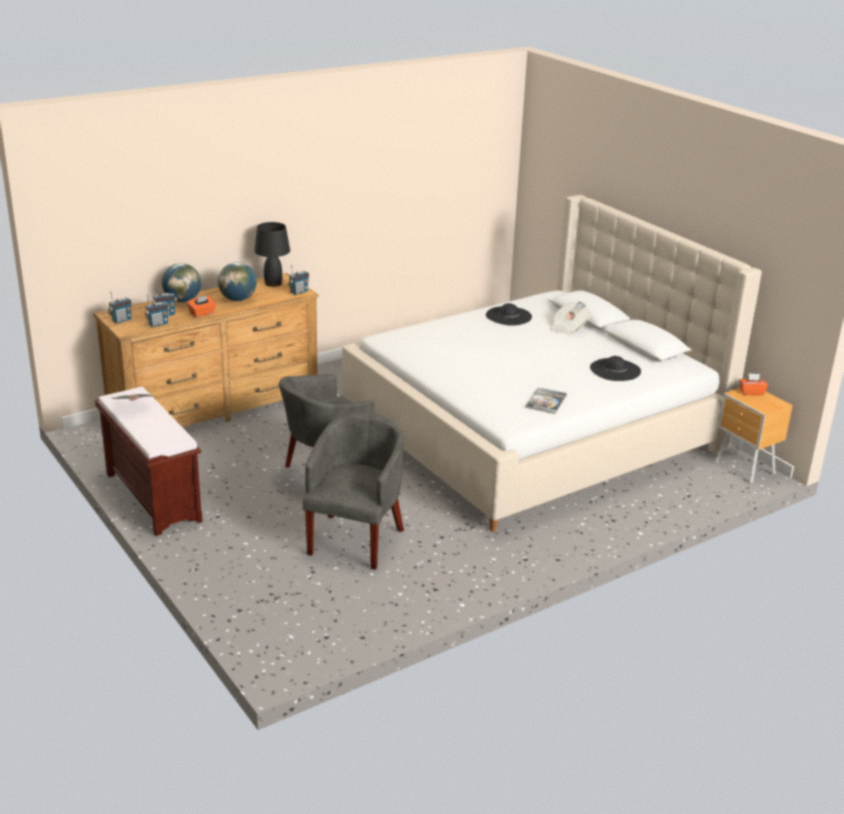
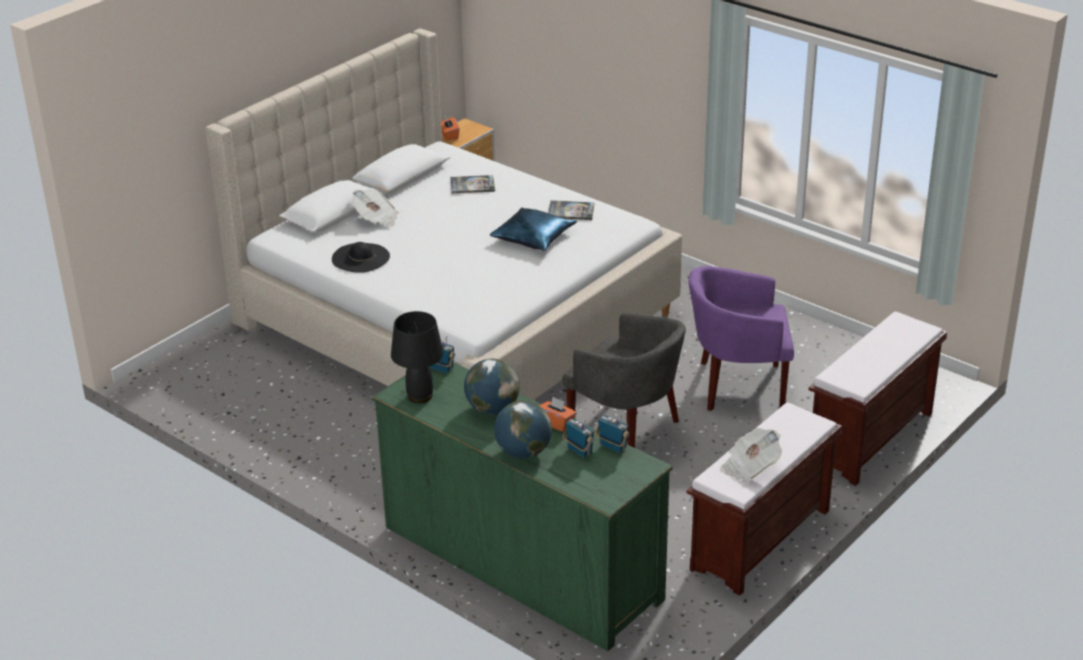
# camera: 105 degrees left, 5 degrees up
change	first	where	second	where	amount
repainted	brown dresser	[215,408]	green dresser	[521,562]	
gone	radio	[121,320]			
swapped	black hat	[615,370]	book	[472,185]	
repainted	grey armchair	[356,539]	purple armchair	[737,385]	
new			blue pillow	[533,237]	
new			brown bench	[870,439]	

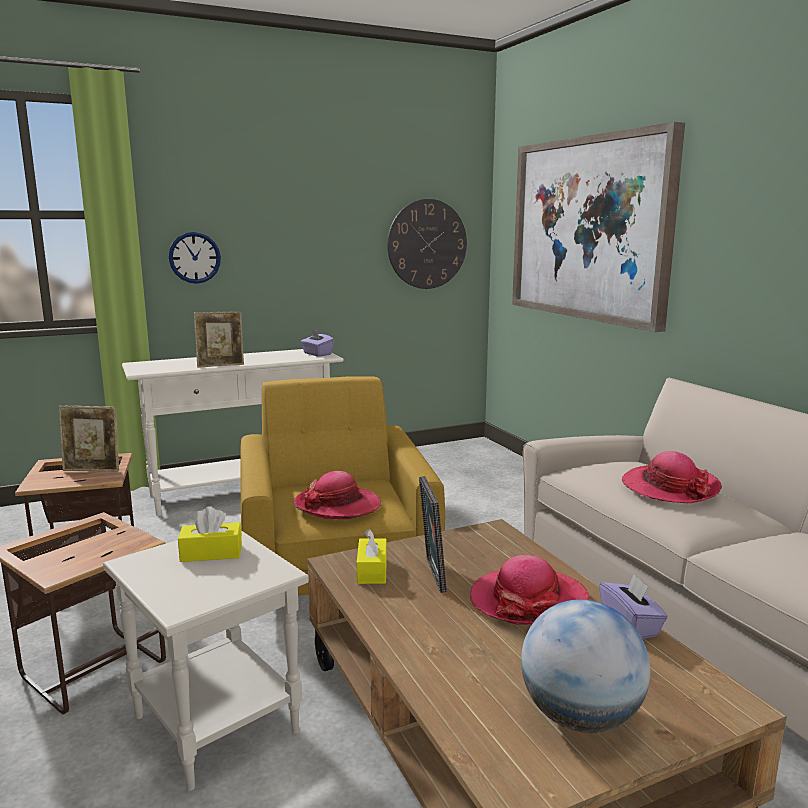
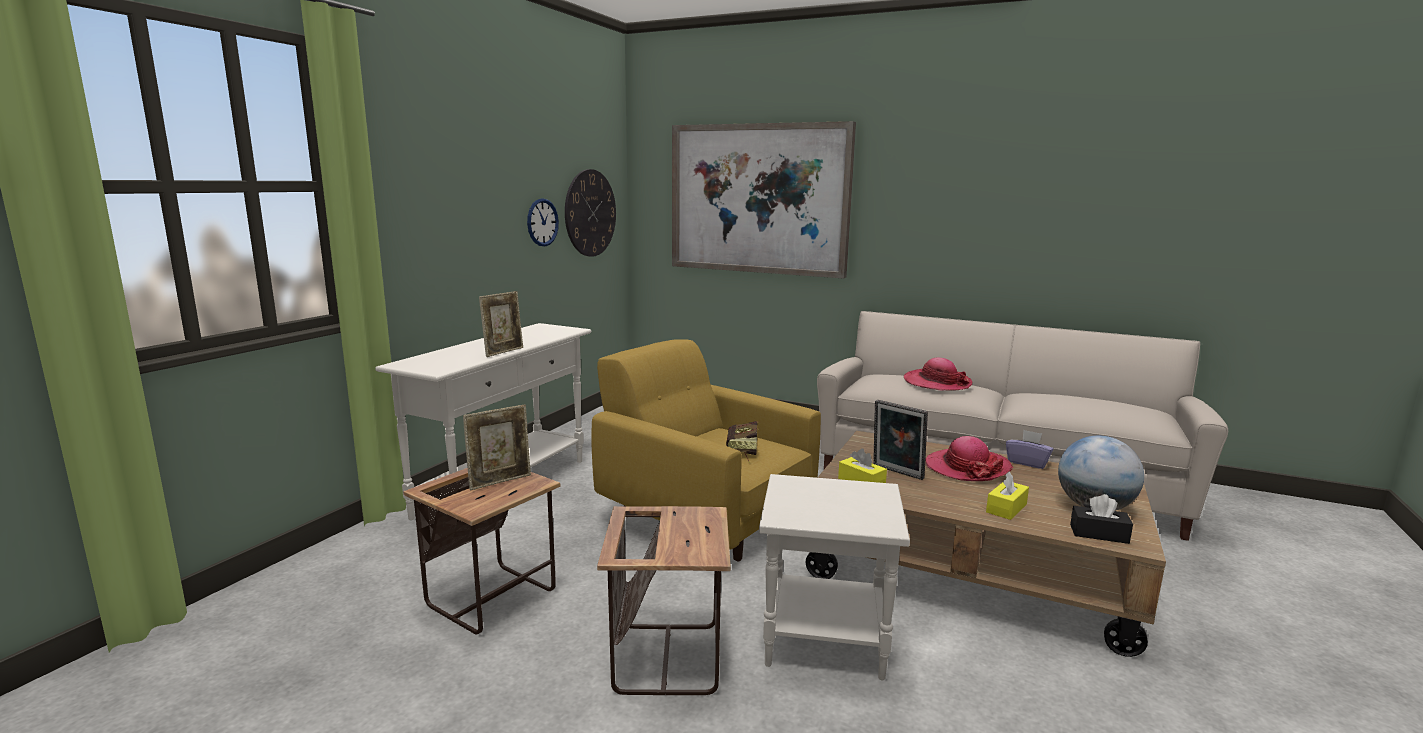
# camera: 40 degrees left, 0 degrees up
change	first	where	second	where	amount
shifted	wall clock	[194,257]		[542,222]	
gone	purple tissue box	[317,354]			
swapped	hat	[337,506]	book	[742,452]	
shifted	yellow tissue box	[211,553]		[1006,508]	
new			black tissue box	[1099,534]	

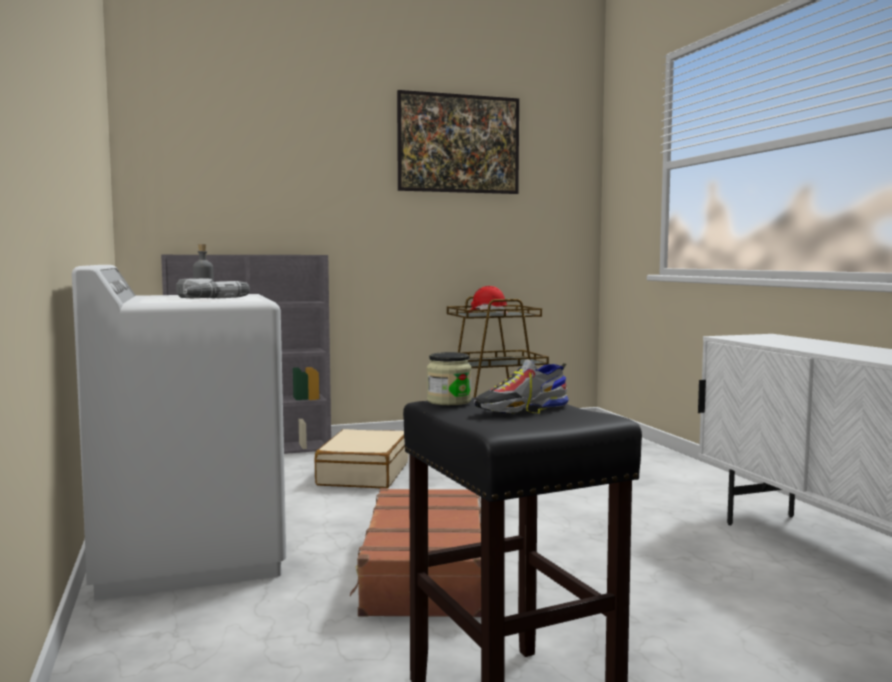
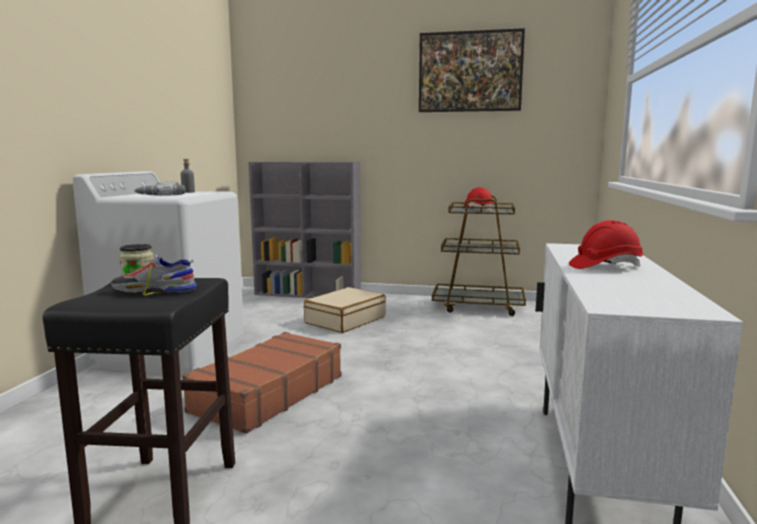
# camera: 30 degrees right, 5 degrees up
change	first	where	second	where	amount
new			red hard hat	[604,266]	

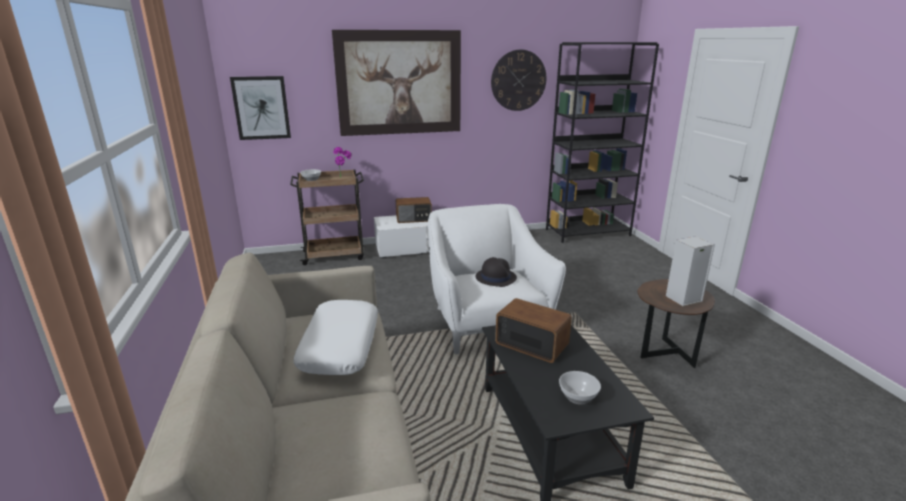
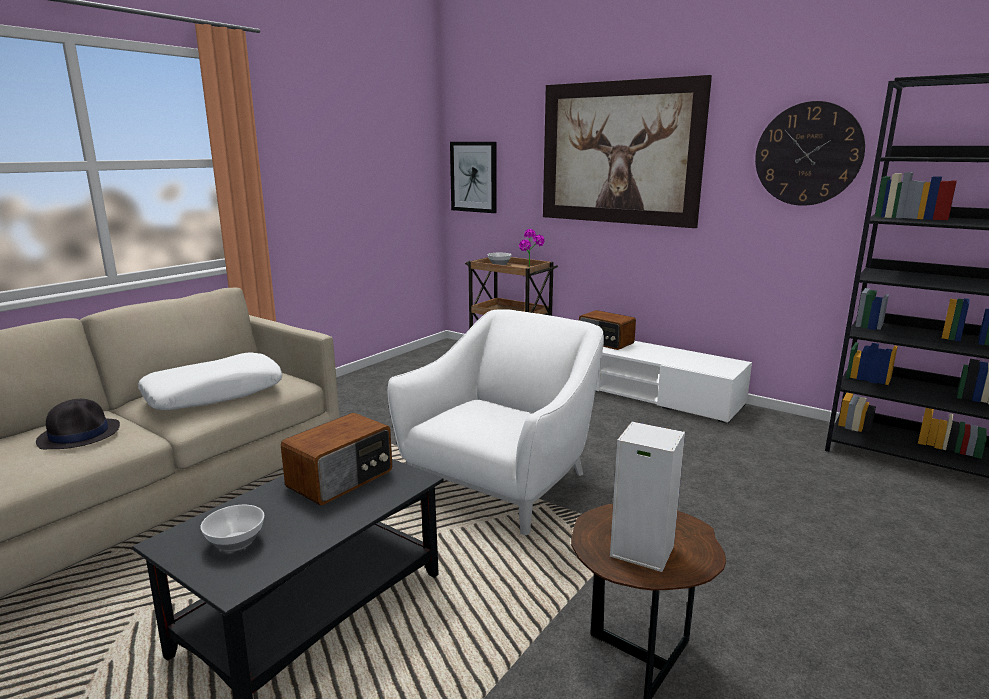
# camera: 50 degrees right, 5 degrees down
change	first	where	second	where	amount
shifted	black hat	[495,277]		[80,434]	
rotated	radio	[532,343]		[342,479]	45 degrees clockwise

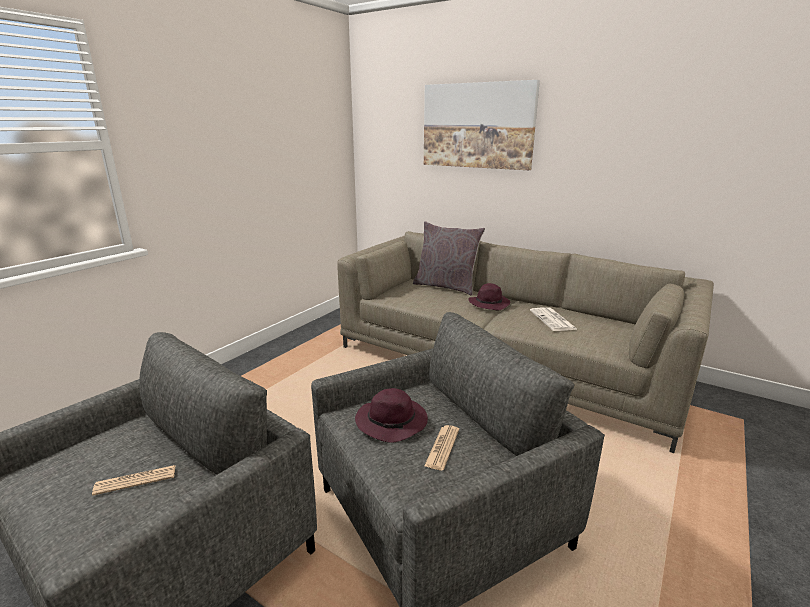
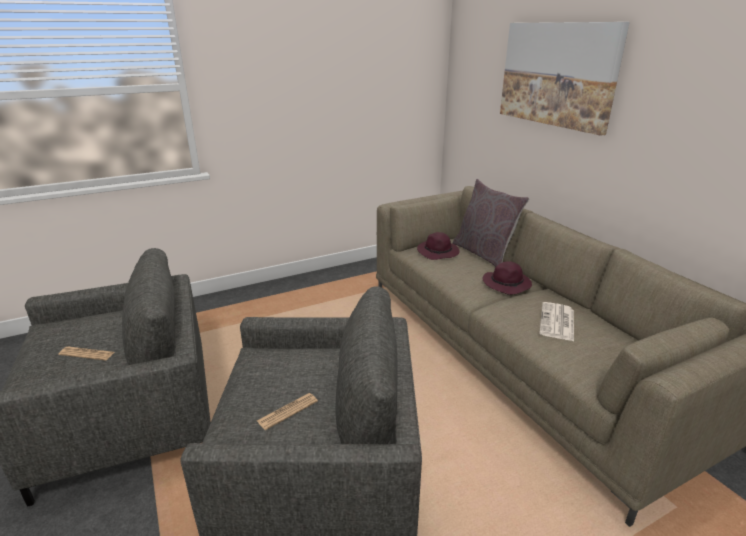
# camera: 30 degrees right, 5 degrees up
change	first	where	second	where	amount
shifted	purple hat	[393,422]		[438,252]	

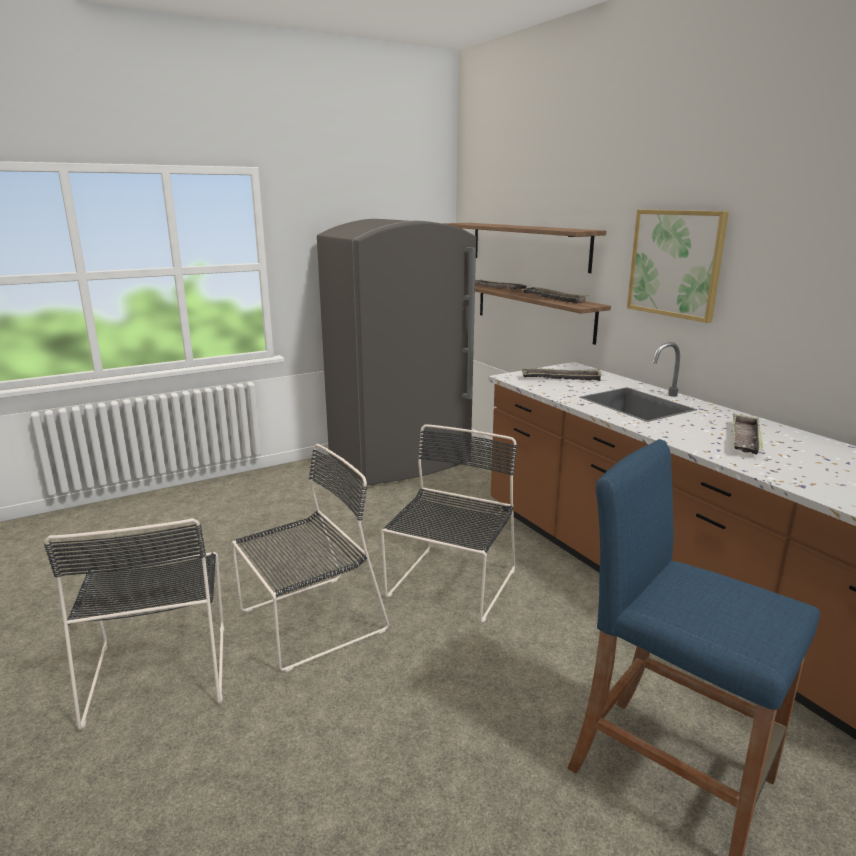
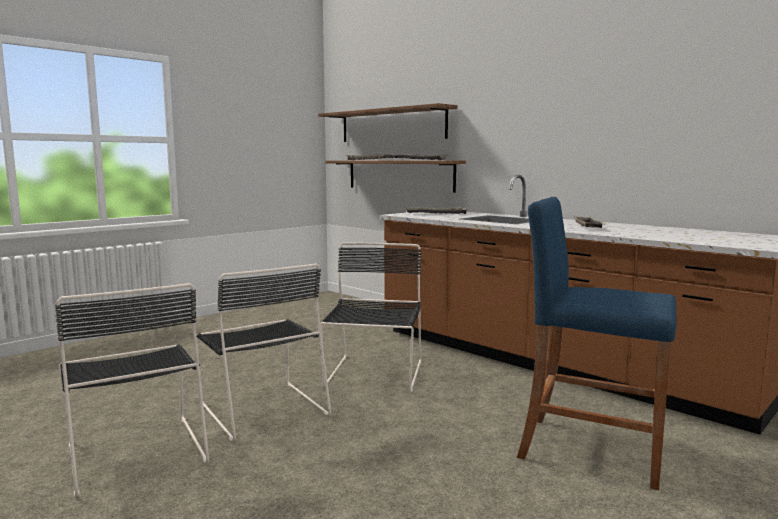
# camera: 15 degrees left, 10 degrees down
change	first	where	second	where	amount
gone	picture	[675,263]			
gone	grey fridge	[400,460]			
rotated	black chair	[308,622]		[262,408]	105 degrees clockwise

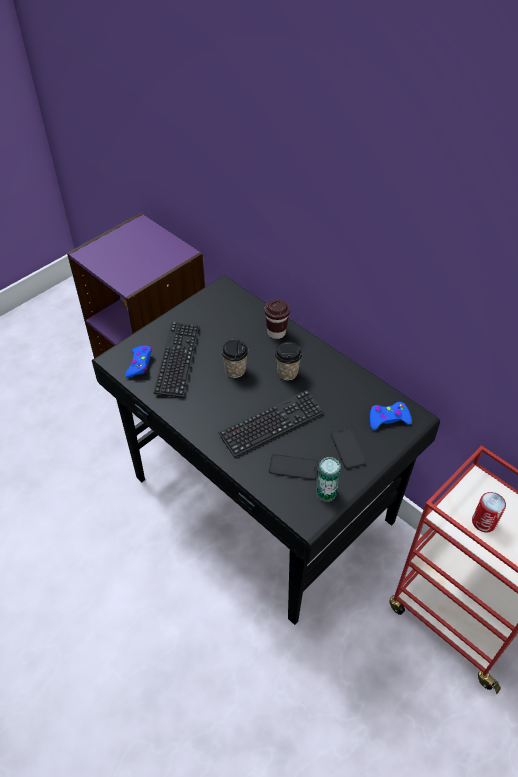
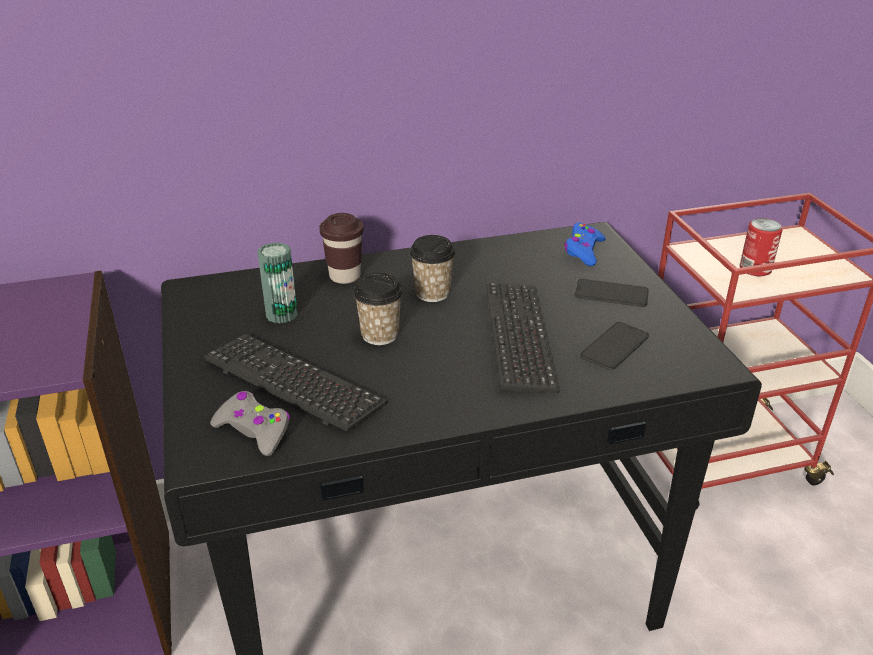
# camera: 60 degrees left, 15 degrees down
change	first	where	second	where	amount
repainted	blue game controller	[139,364]	grey game controller	[254,430]	
shifted	can	[326,493]		[281,314]	

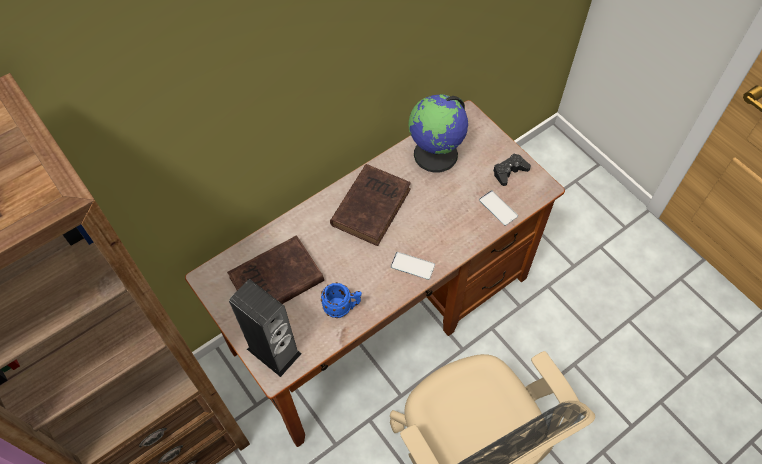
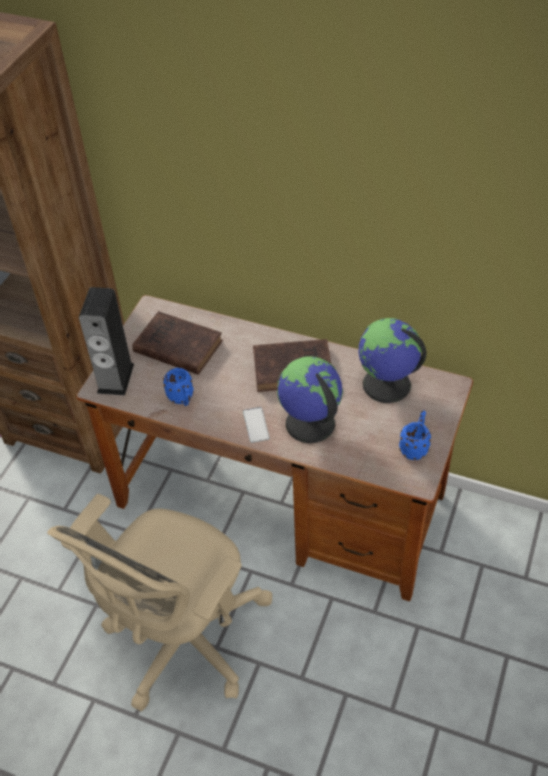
# camera: 60 degrees right, 10 degrees down
change	first	where	second	where	amount
swapped	black game controller	[509,172]	blue mug	[415,447]	
gone	phone	[498,208]			
new			globe	[309,424]	

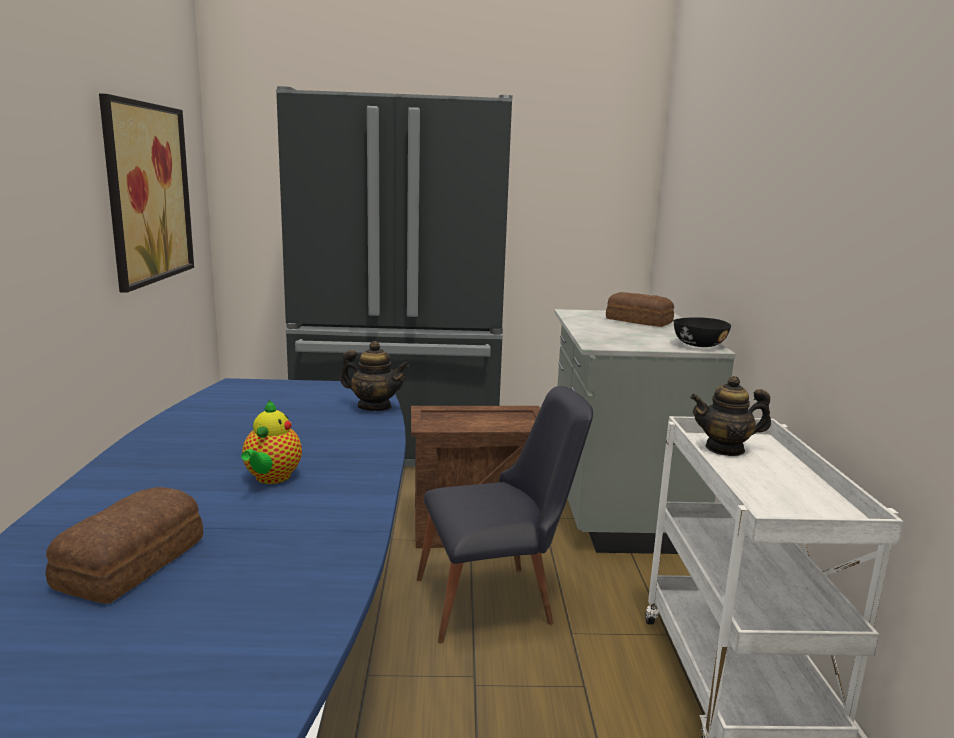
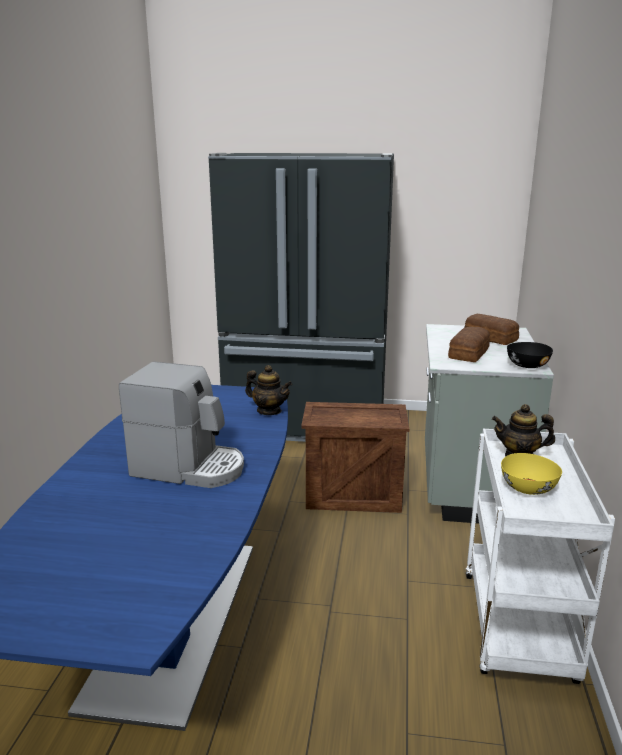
# camera: 10 degrees right, 5 degrees up
change	first	where	second	where	amount
gone	picture	[148,193]			
gone	black chair	[498,601]			
swapped	teapot	[271,478]	coffee machine	[189,468]	
shifted	bread	[135,562]		[470,353]	
new			yellow bowl	[527,488]	

